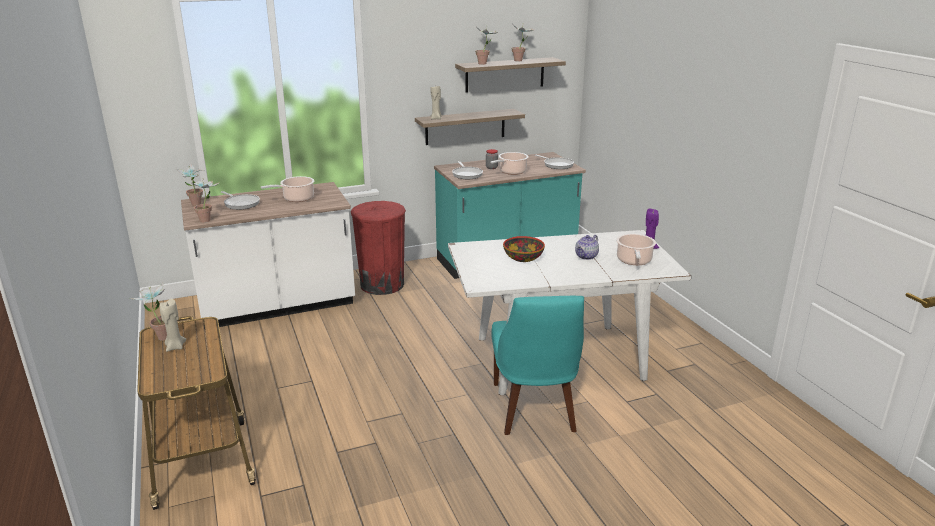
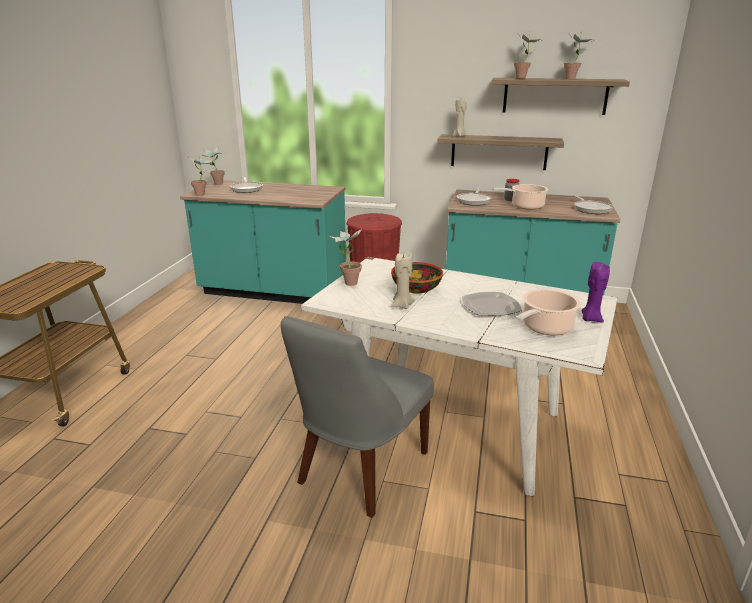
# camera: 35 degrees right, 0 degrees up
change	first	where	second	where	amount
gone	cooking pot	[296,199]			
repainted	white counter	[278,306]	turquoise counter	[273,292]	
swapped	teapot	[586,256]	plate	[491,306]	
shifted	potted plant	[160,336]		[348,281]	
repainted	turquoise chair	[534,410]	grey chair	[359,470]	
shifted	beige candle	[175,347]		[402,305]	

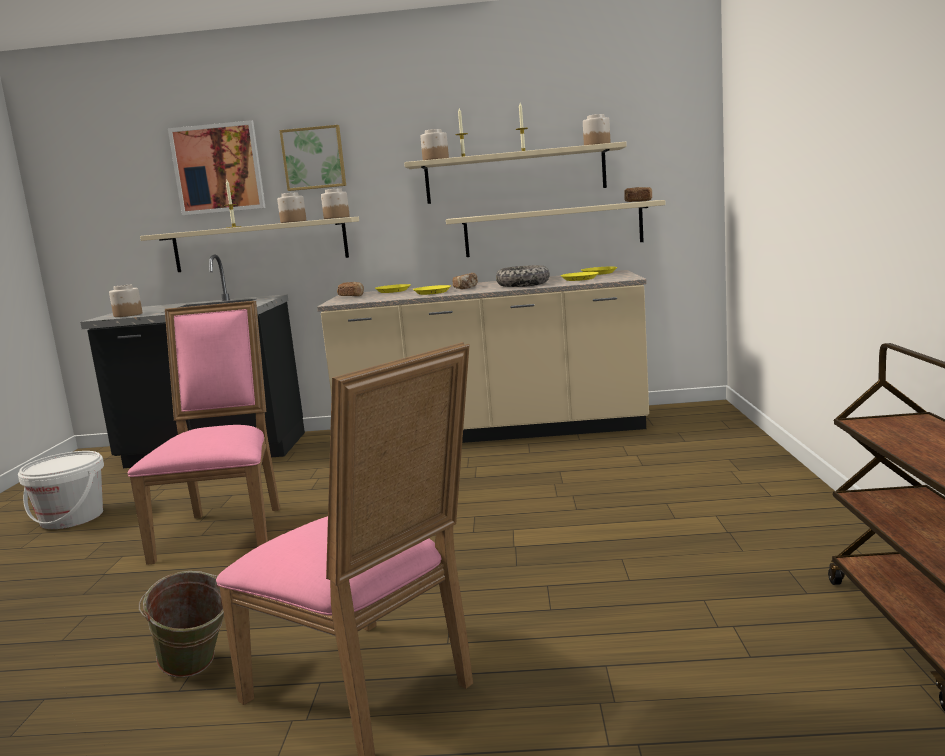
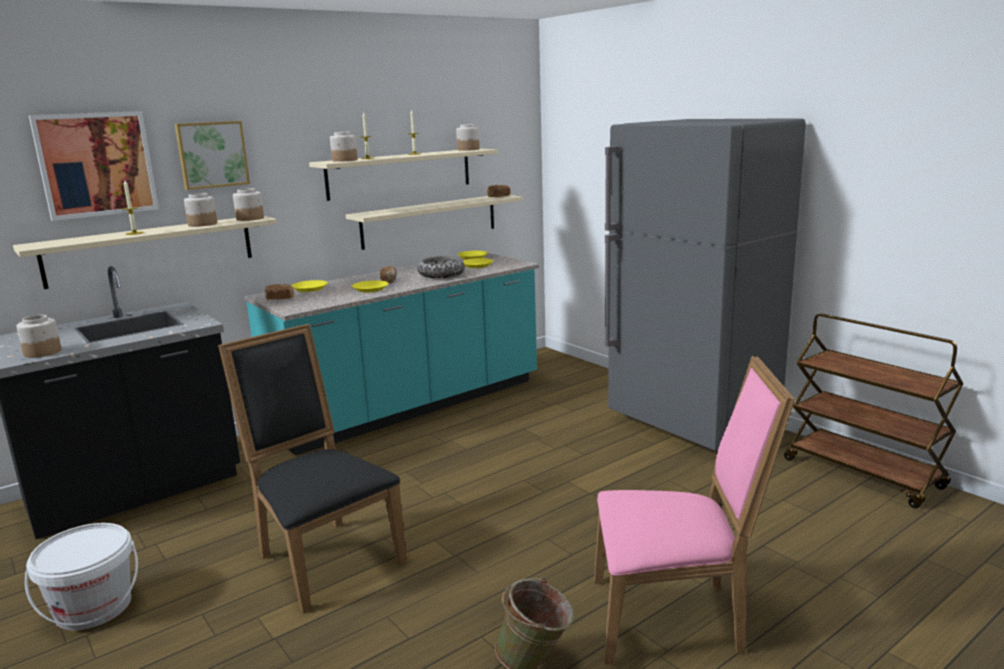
# camera: 40 degrees left, 5 degrees up
change	first	where	second	where	amount
repainted	beige counter	[493,431]	turquoise counter	[410,406]	
repainted	pink chair	[226,530]	black chair	[323,557]	
new			grey fridge	[692,424]	

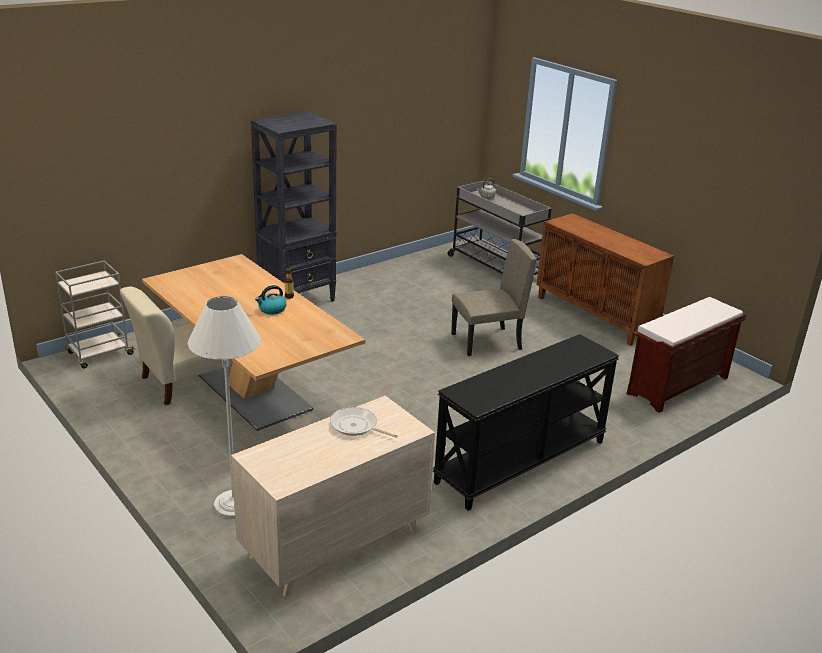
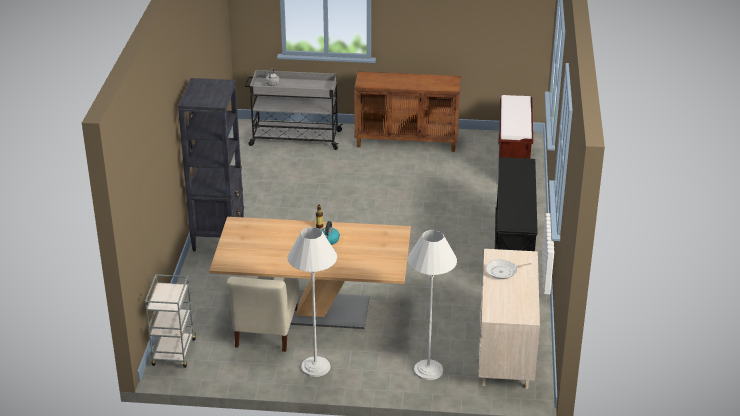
# camera: 45 degrees left, 5 degrees up
change	first	where	second	where	amount
gone	beige chair	[486,342]			
new			white floor lamp	[315,367]	

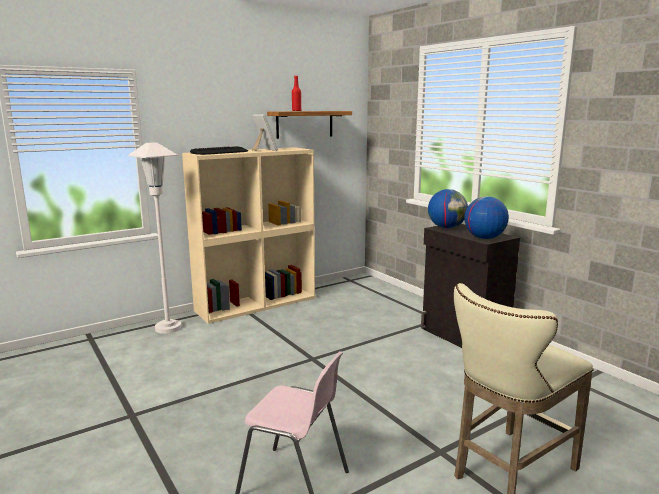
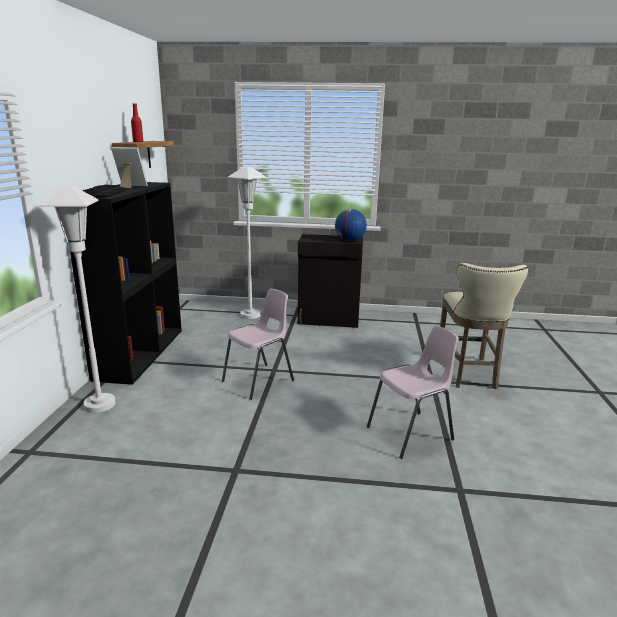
# camera: 50 degrees left, 5 degrees up
change	first	where	second	where	amount
repainted	beige bookcase	[256,304]	black bookcase	[140,353]	
gone	globe	[446,227]			
new			white floor lamp	[250,315]	
new			pink chair	[259,381]	

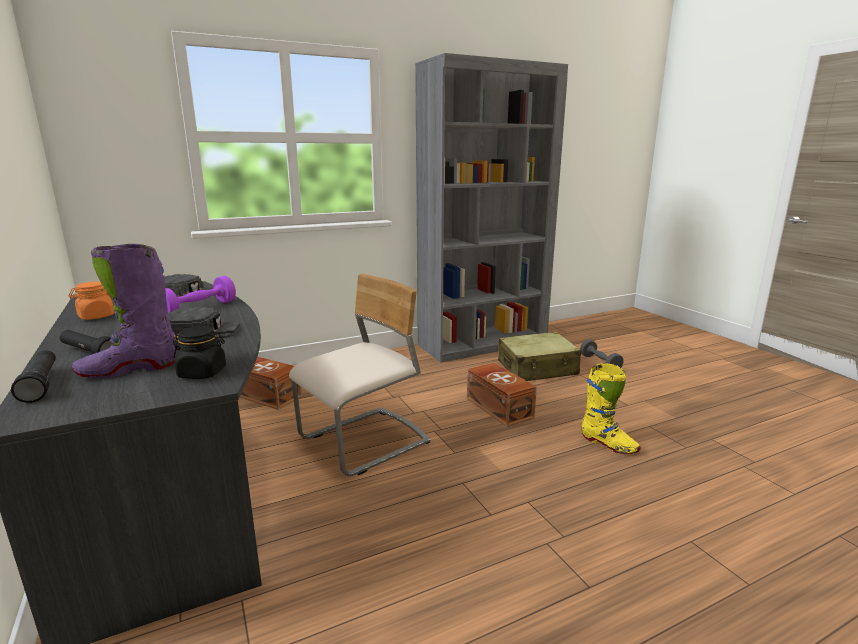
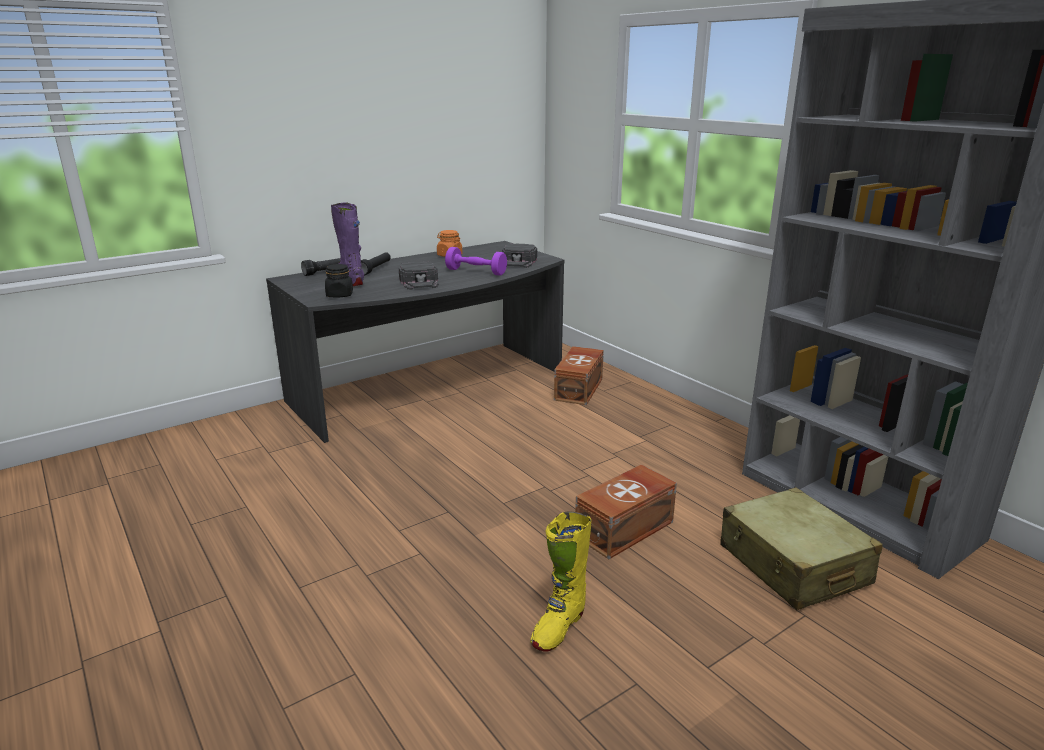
# camera: 80 degrees right, 5 degrees up
change	first	where	second	where	amount
gone	beige chair	[365,442]			
gone	grey dumbbell	[600,363]			

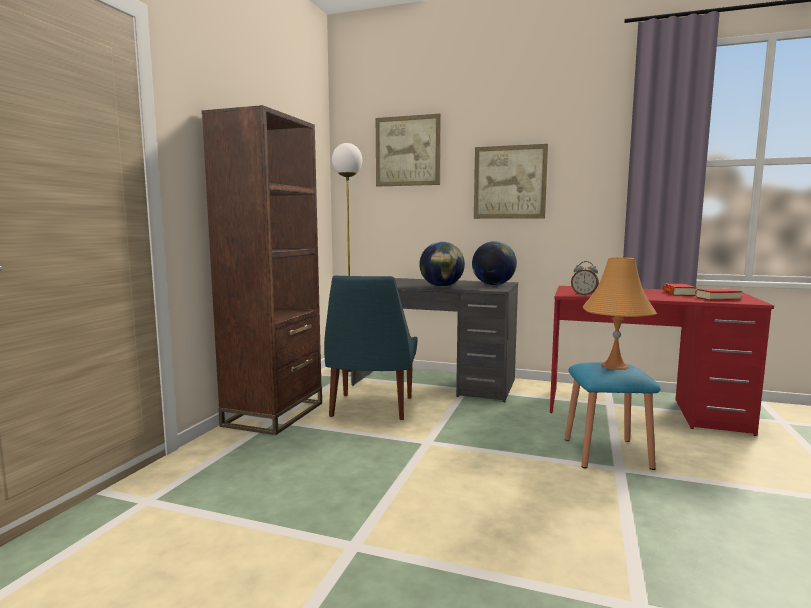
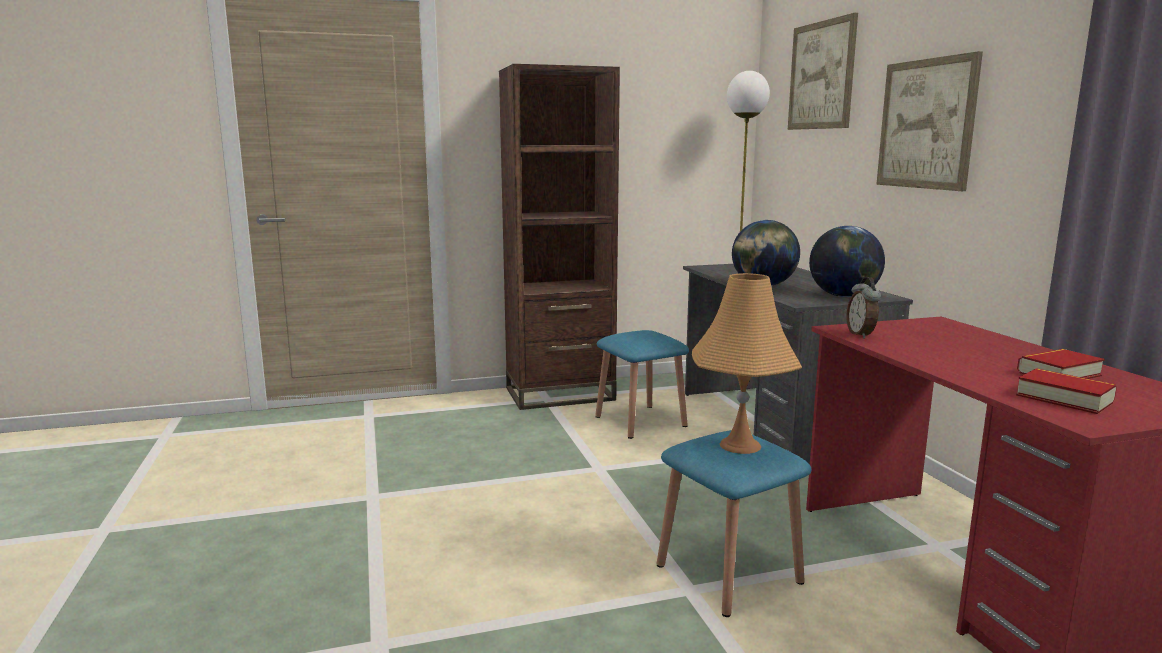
# camera: 55 degrees right, 5 degrees up
change	first	where	second	where	amount
swapped	blue chair	[371,408]	blue stool	[640,421]	

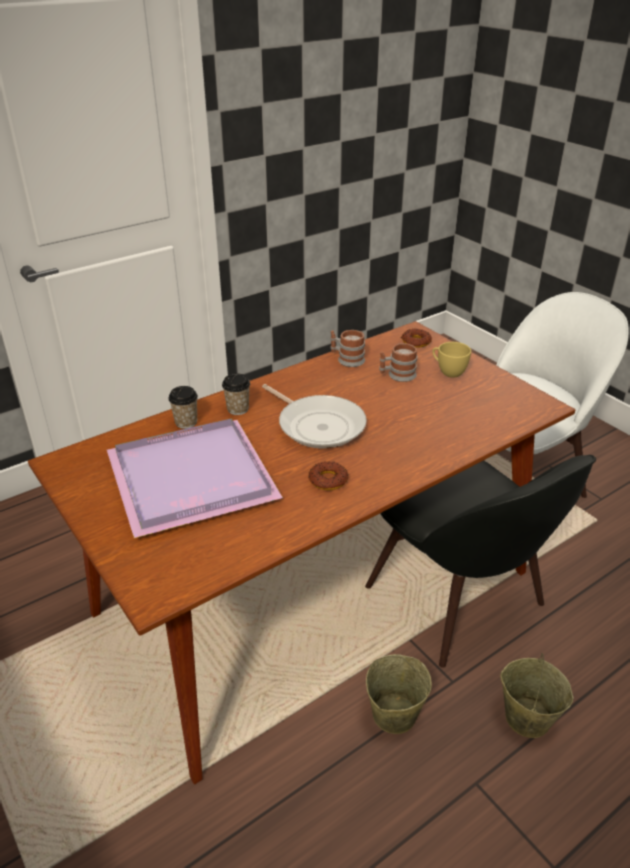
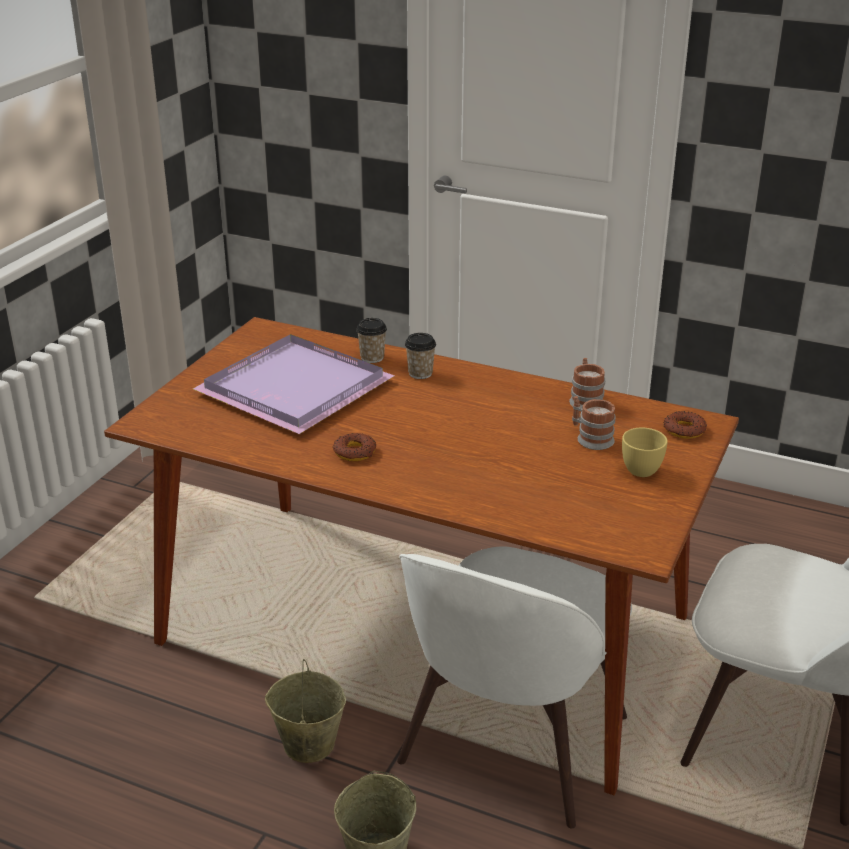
# camera: 60 degrees right, 5 degrees down
change	first	where	second	where	amount
gone	frying pan	[318,425]			
repainted	black chair	[459,600]	white chair	[509,746]	

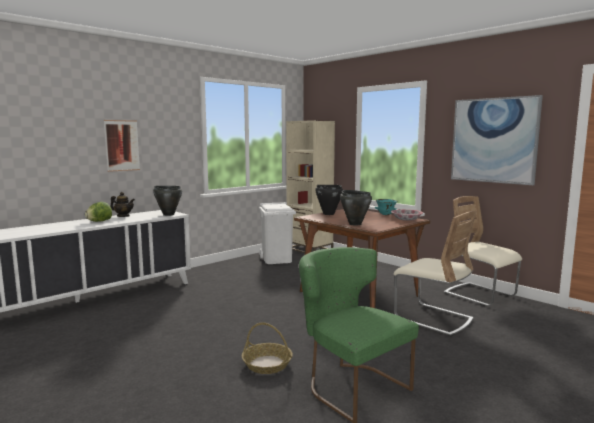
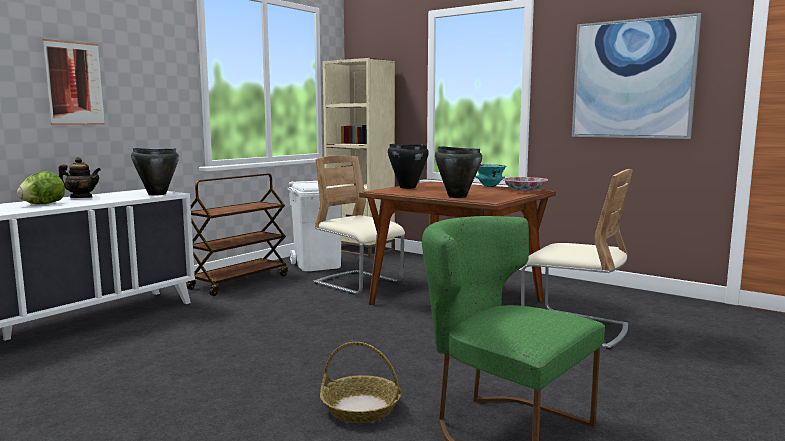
# camera: 10 degrees left, 0 degrees up
change	first	where	second	where	amount
shifted	beige chair	[479,295]		[358,283]	
new			brown cart	[239,282]	

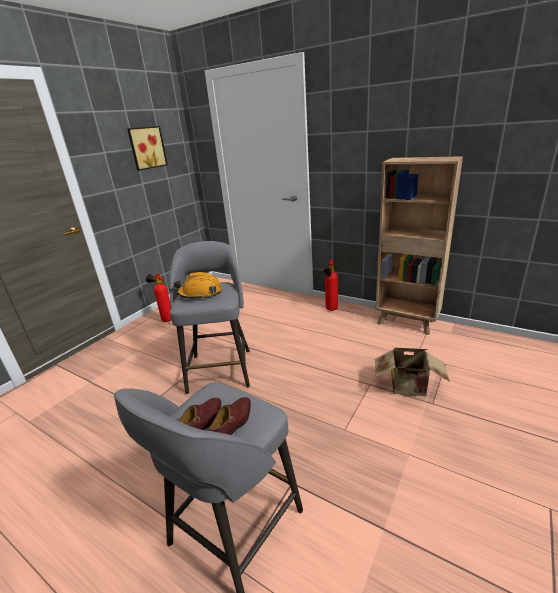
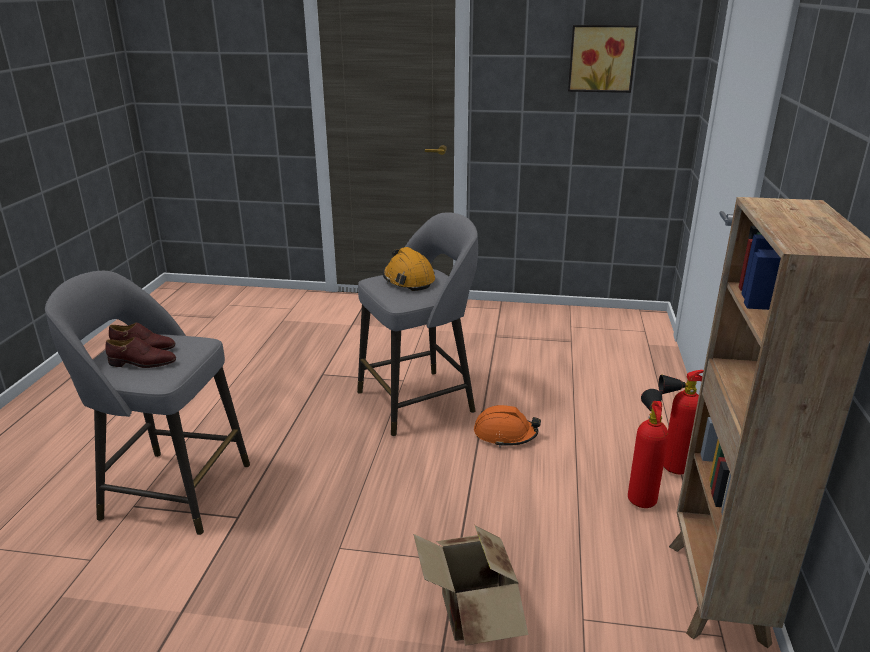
# camera: 65 degrees right, 0 degrees up
change	first	where	second	where	amount
shifted	fire extinguisher	[166,319]		[640,497]	
new			orange hard hat	[505,434]	

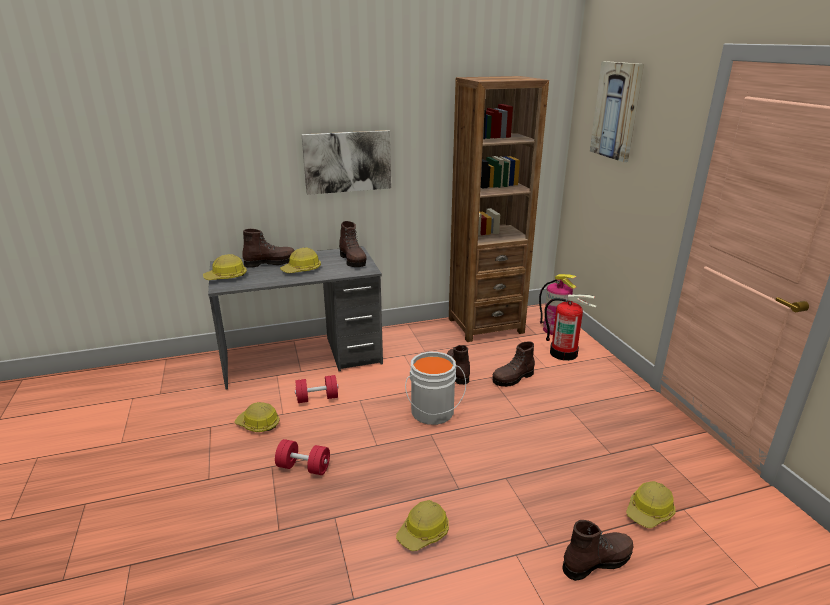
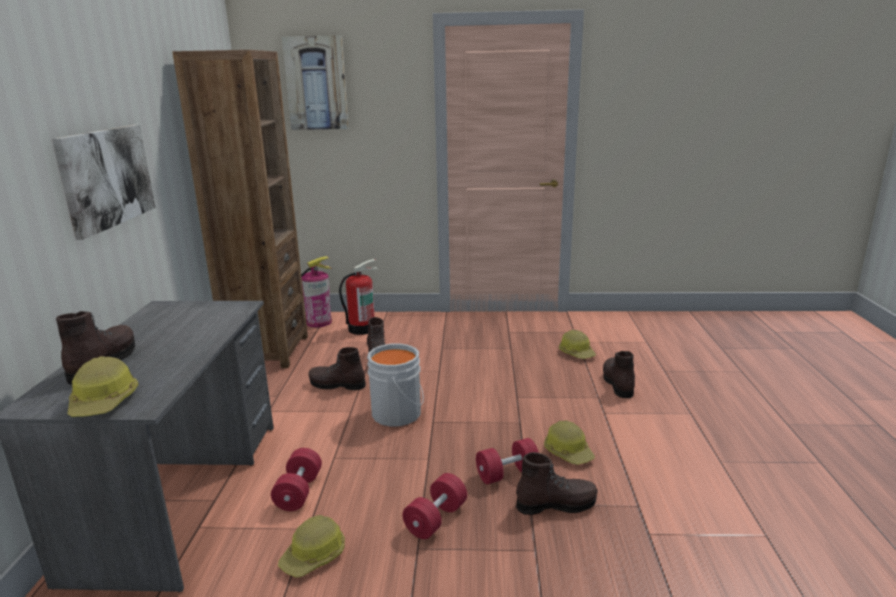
# camera: 70 degrees left, 5 degrees down
change	first	where	second	where	amount
shifted	brown boot	[353,261]		[556,504]	
gone	hard hat	[302,270]			
new			red dumbbell	[507,474]	

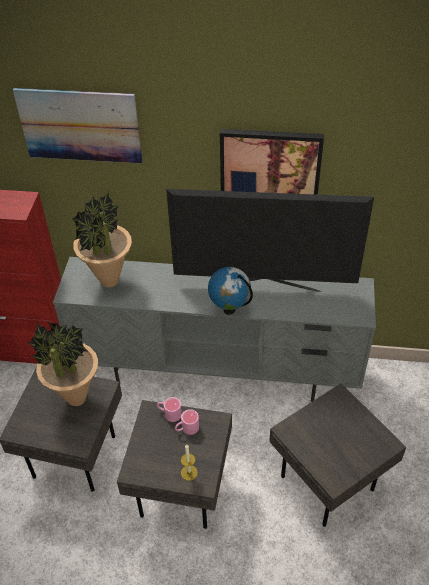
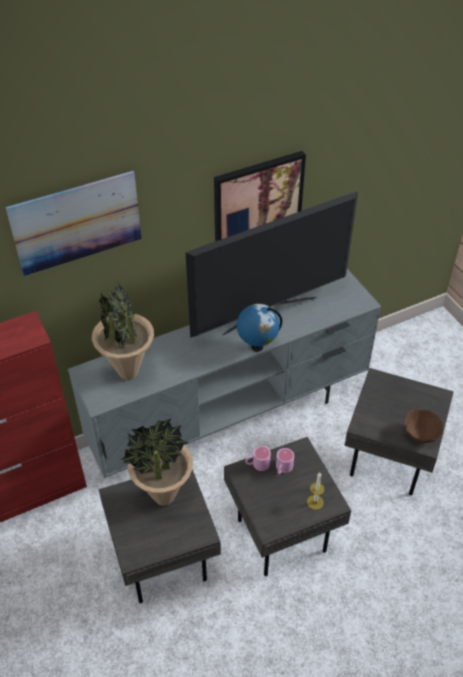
# camera: 35 degrees left, 0 degrees up
change	first	where	second	where	amount
new			brown bowl	[421,435]	

